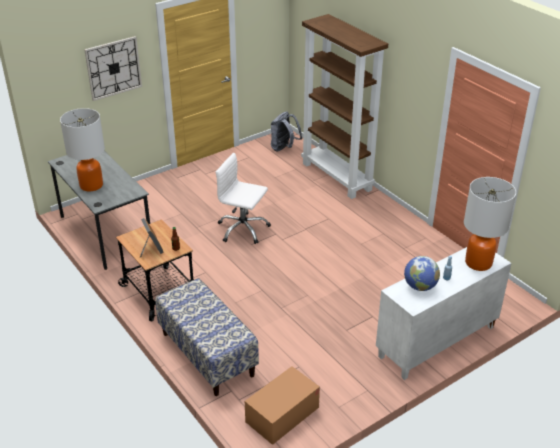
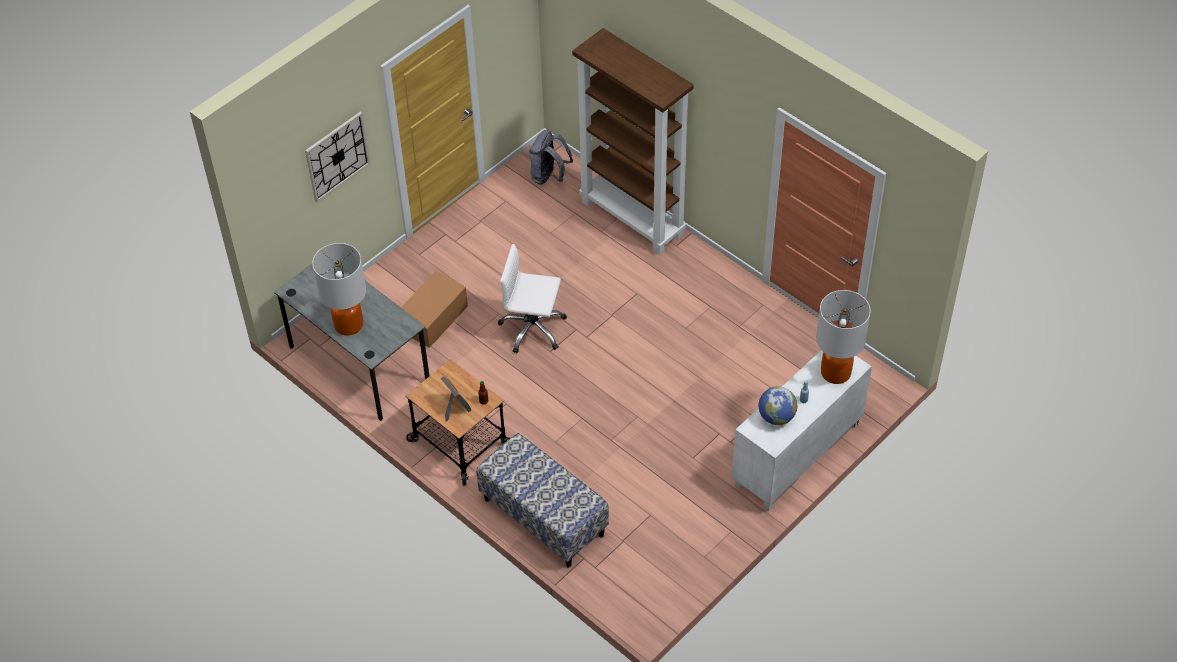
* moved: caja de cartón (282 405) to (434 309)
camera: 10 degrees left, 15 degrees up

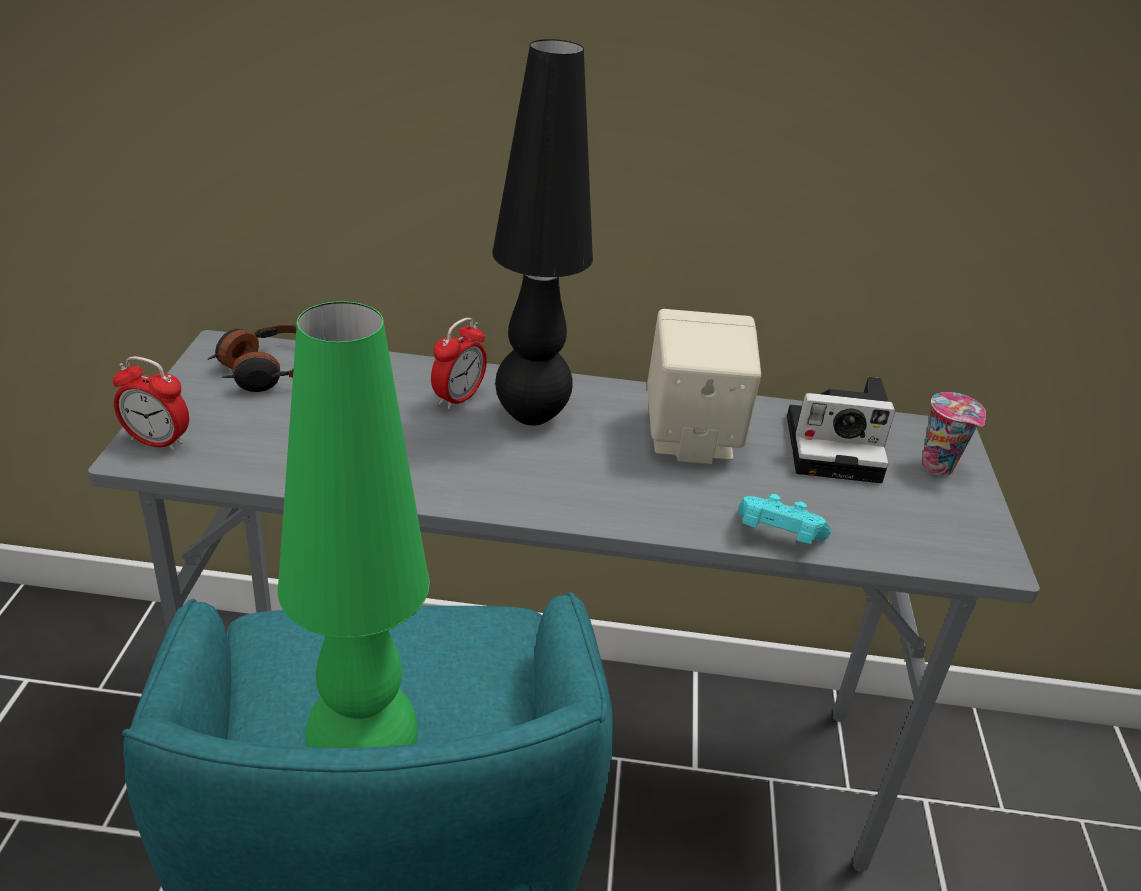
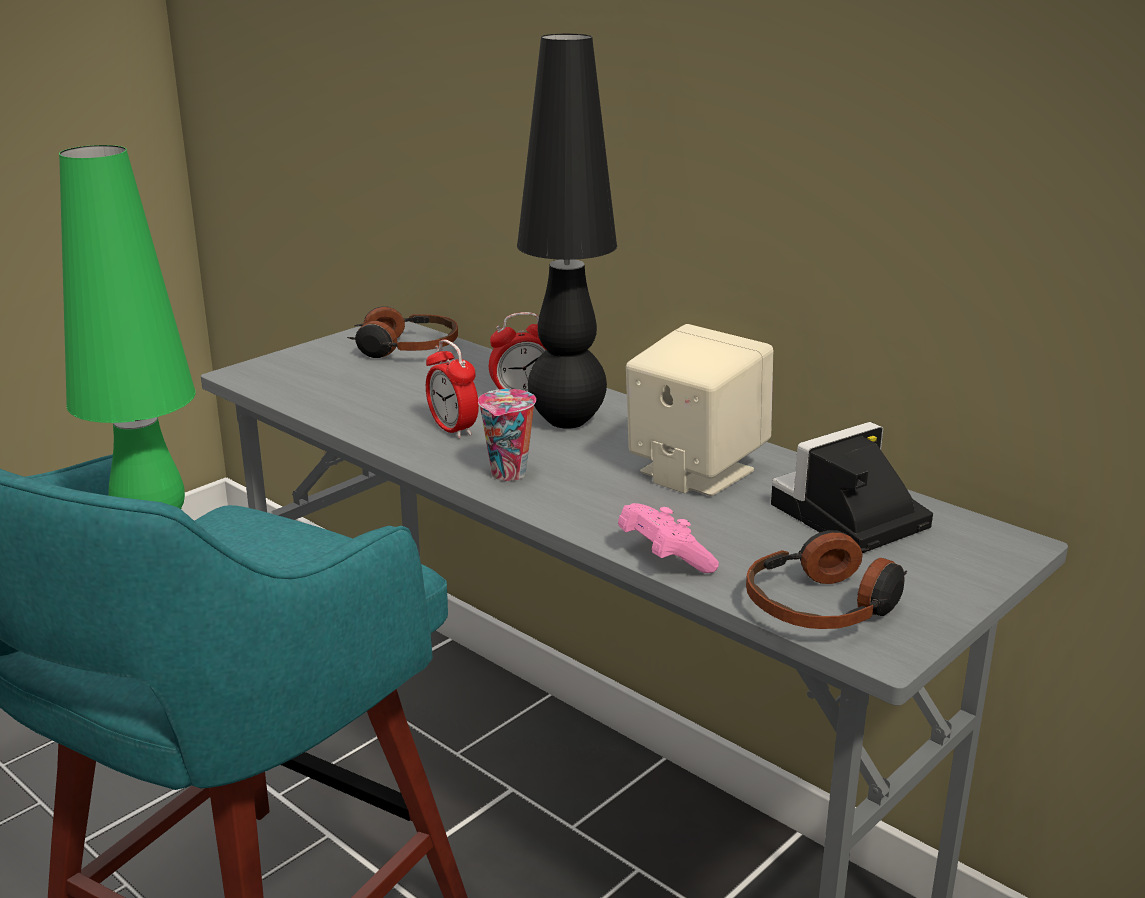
* added: auriculares (826 579)
* moved: despertador (151 403) to (452 389)
* moved: taza (954 434) to (507 435)
* recoloured: mando de consola/turquesa (784 519) to mando de consola/rosa (668 538)
* turned: cámara (841 430) = (852 487) 105 degrees clockwise
camera: 40 degrees right, 10 degrees down

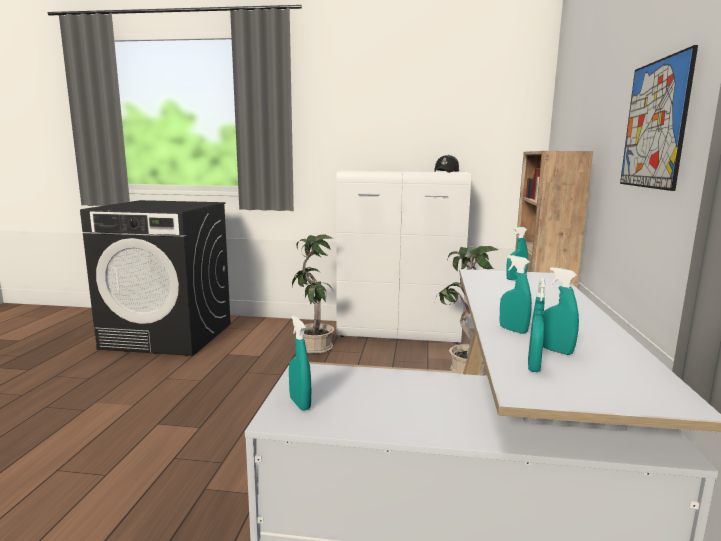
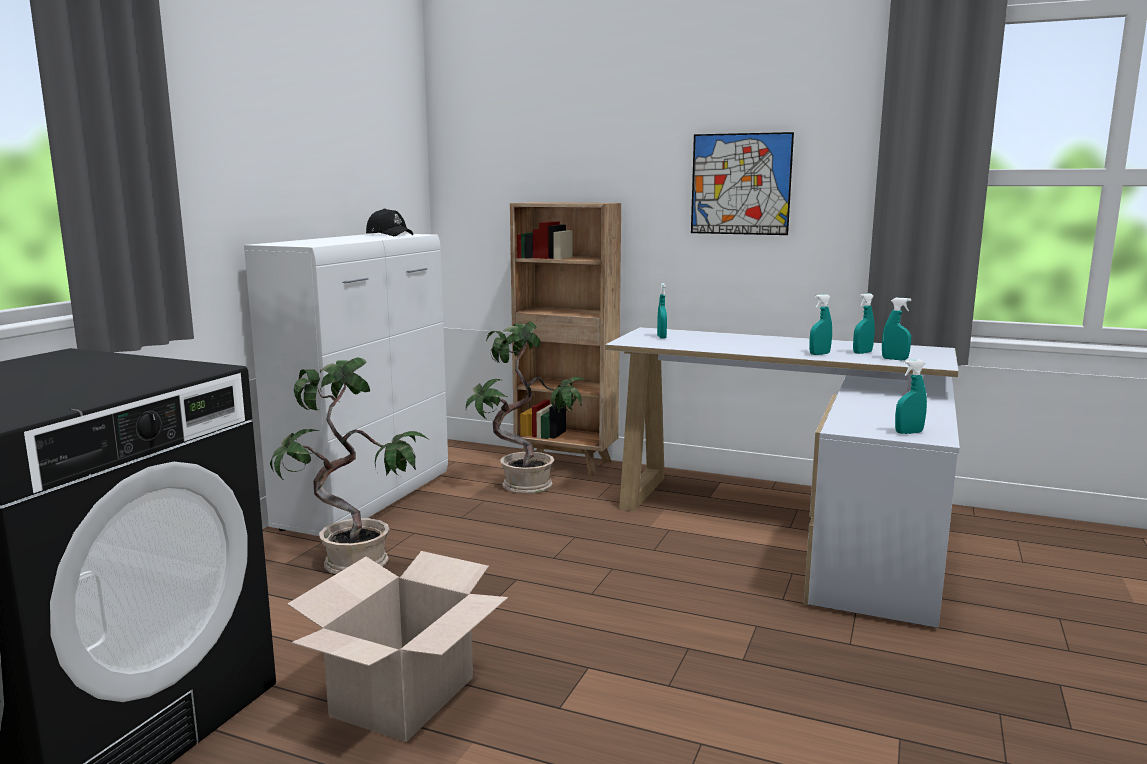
* added: caja de cartón (397 646)
camera: 75 degrees left, 0 degrees up

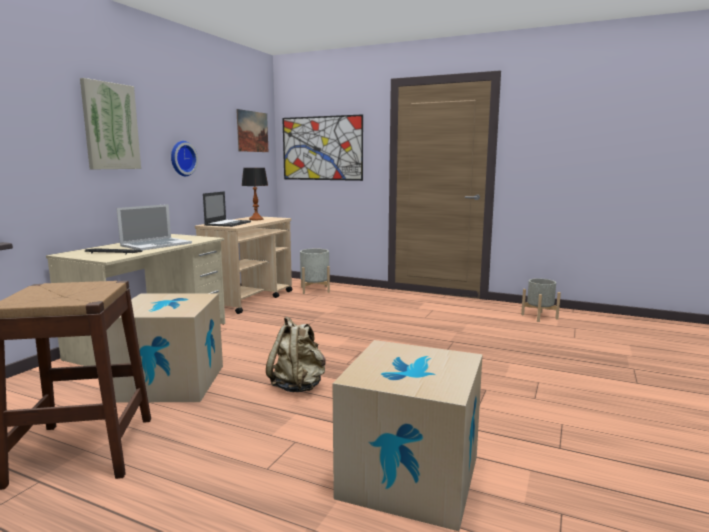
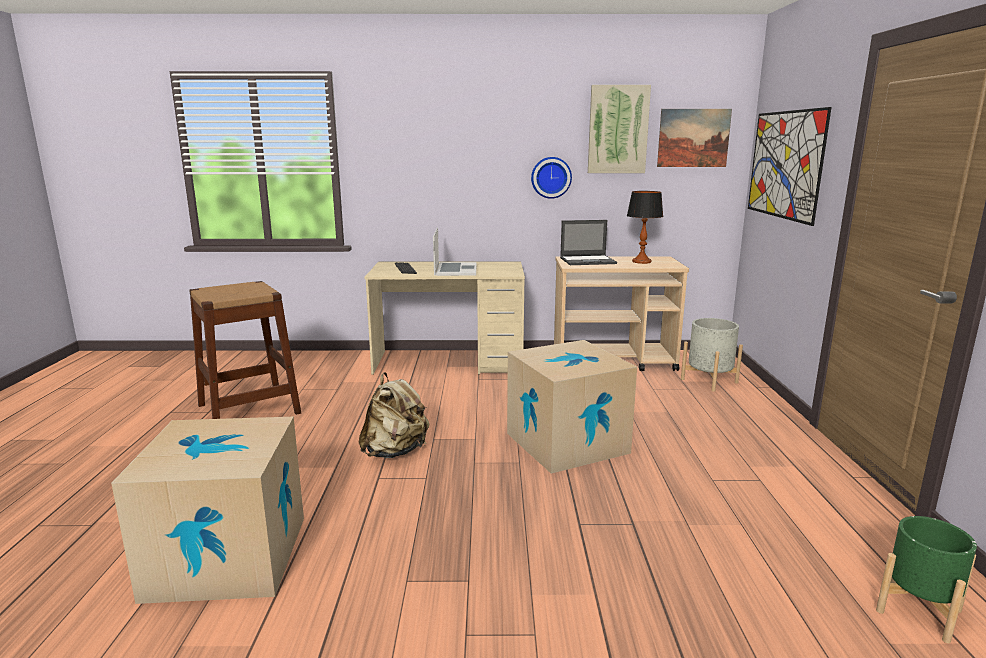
* moved: cuadro (110 123) to (619 129)
* moved: caja de cartón (164 347) to (572 407)
* recoloured: maceta/gris (541 300) to maceta/verde (926 580)
* turned: portátil (154 227) = (454 252) 105 degrees counterclockwise
camera: 65 degrees right, 5 degrees up

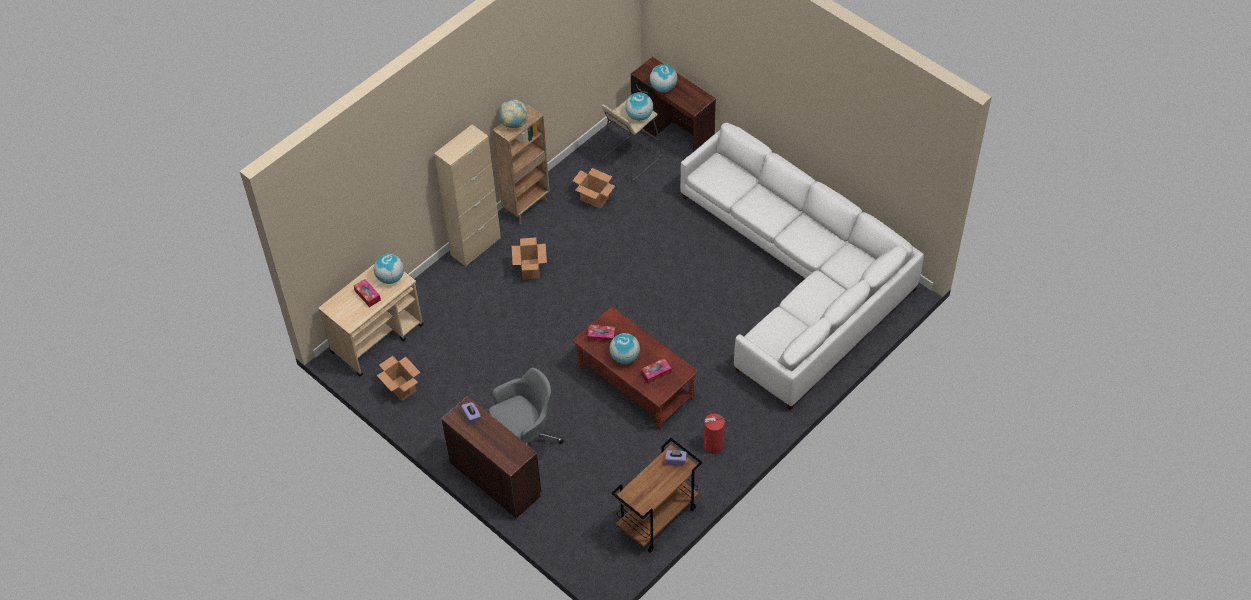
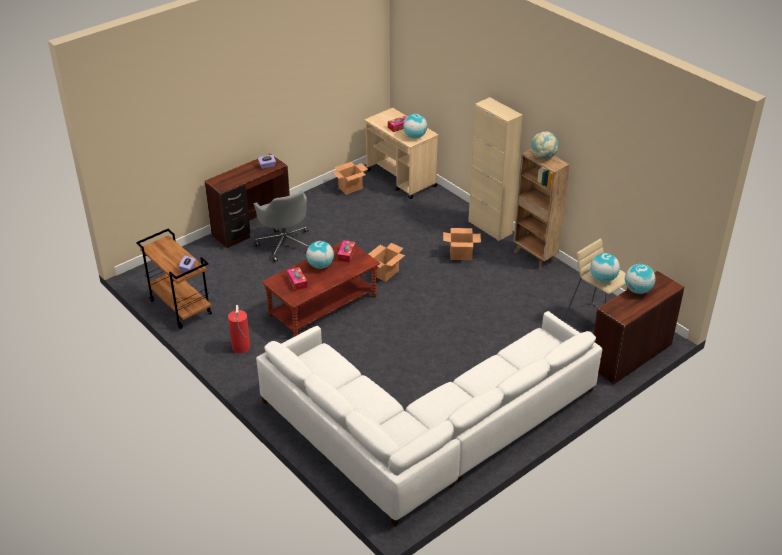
* moved: caja de cartón (593 188) to (387 262)
camera: 95 degrees right, 15 degrees down

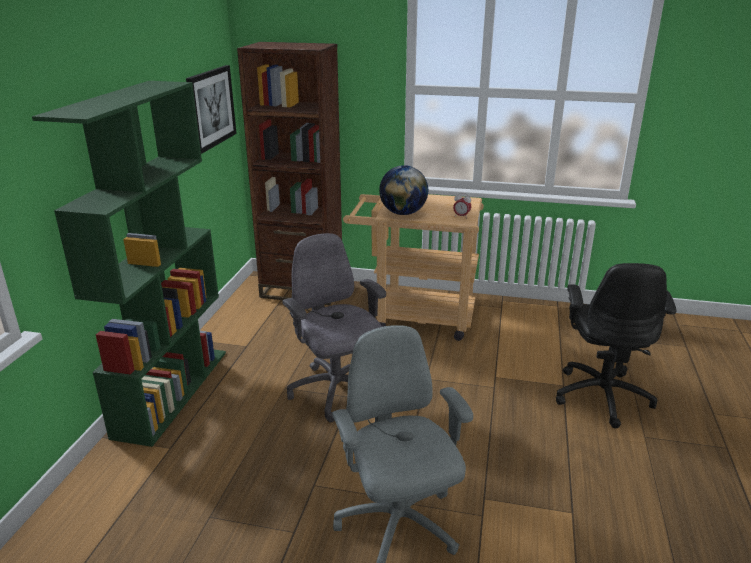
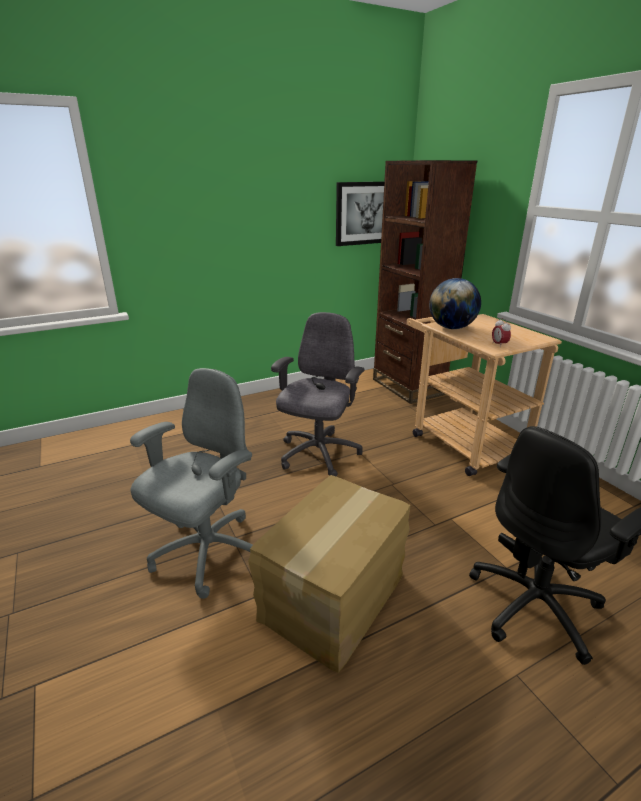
* removed: estantería/verde (129 264)
* added: caja de cartón (329 574)
camera: 50 degrees right, 0 degrees up

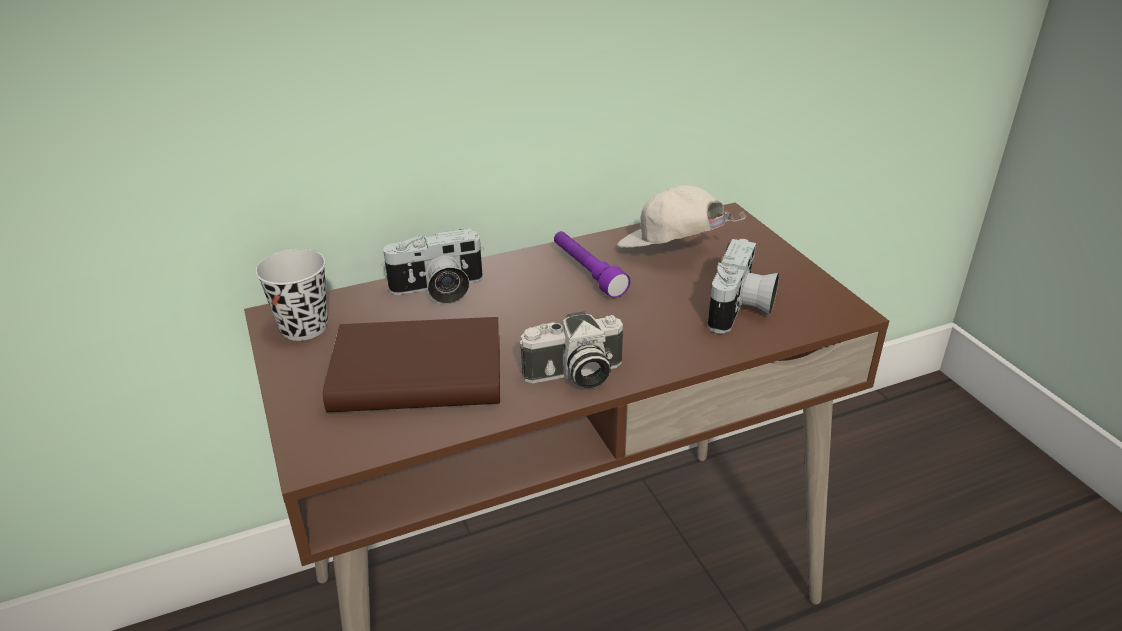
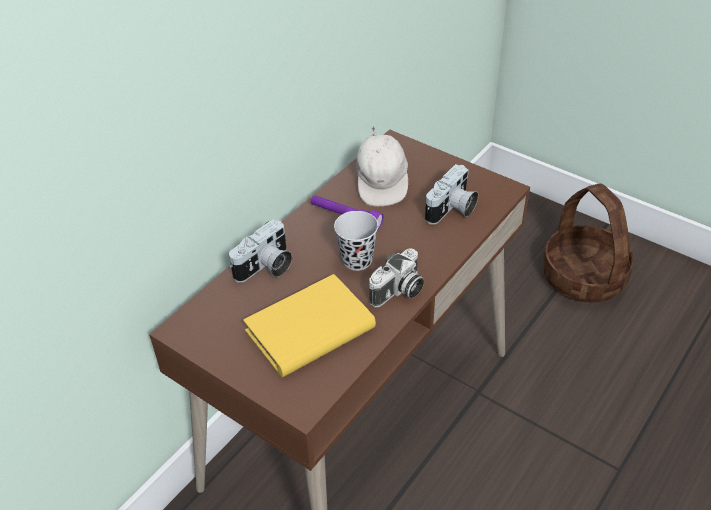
* added: cesta (588 242)
* moved: taza/negro (291 295) to (356 241)
* recoloured: libro/marrón (411 364) to libro/amarillo (309 325)
* turned: gorra/blanco (681 216) = (382 166) 90 degrees counterclockwise
* turned: cámara (743 286) = (451 194) 45 degrees clockwise
camera: 30 degrees left, 10 degrees up

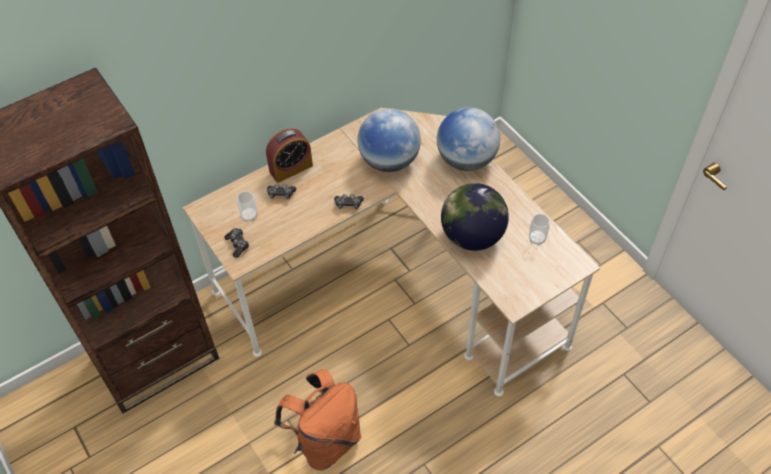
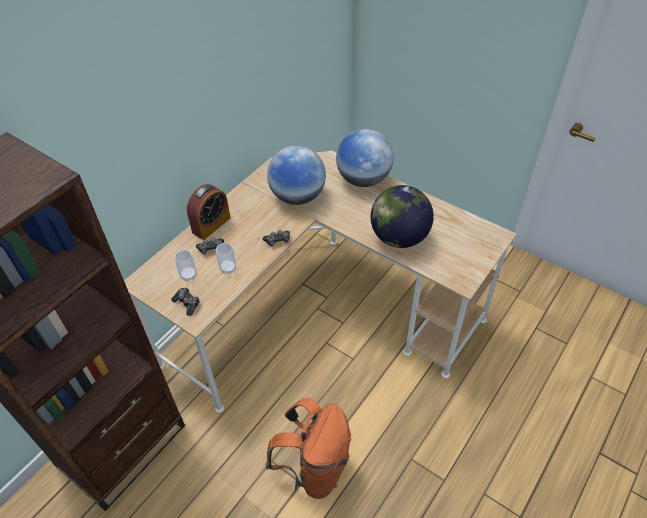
* moved: taza (539 229) to (226 258)
camera: 20 degrees left, 5 degrees down

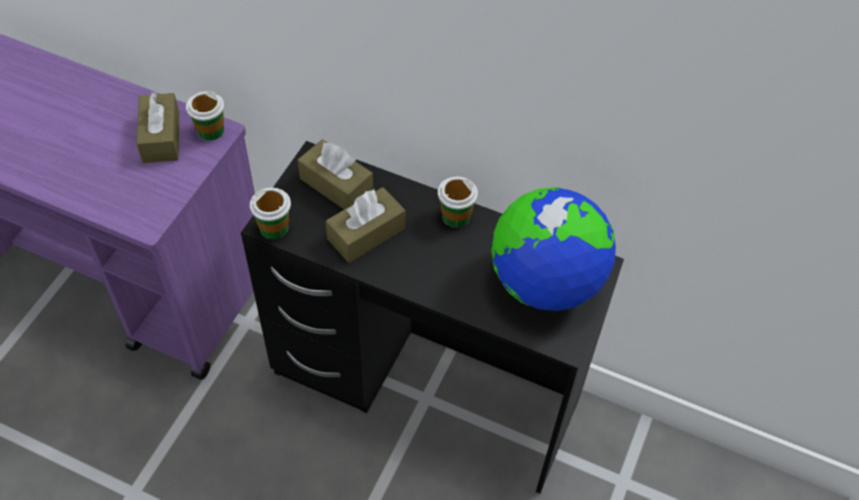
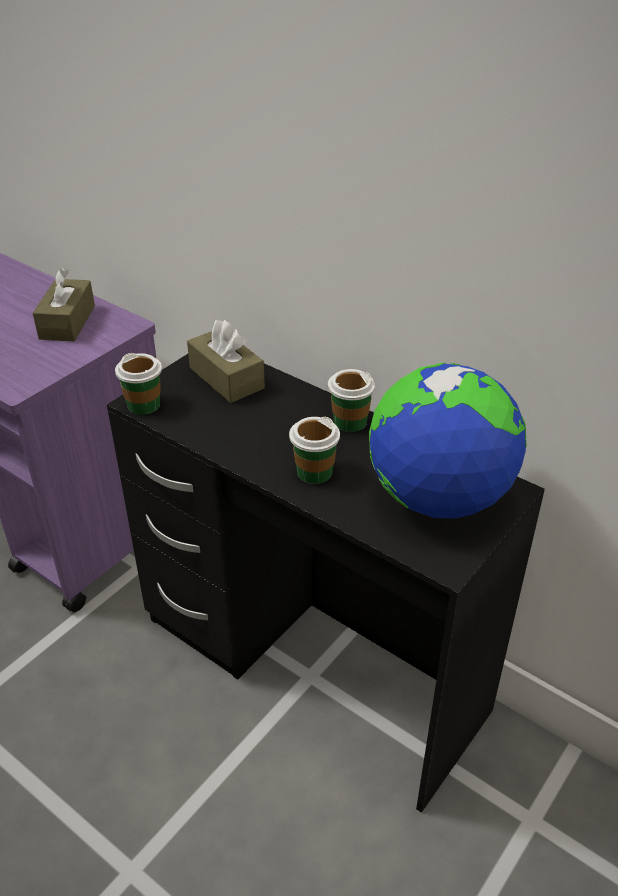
* removed: caja de pañuelos/marrón (365 225)
* moved: taza (205 116) to (314 450)
camera: 15 degrees right, 15 degrees down

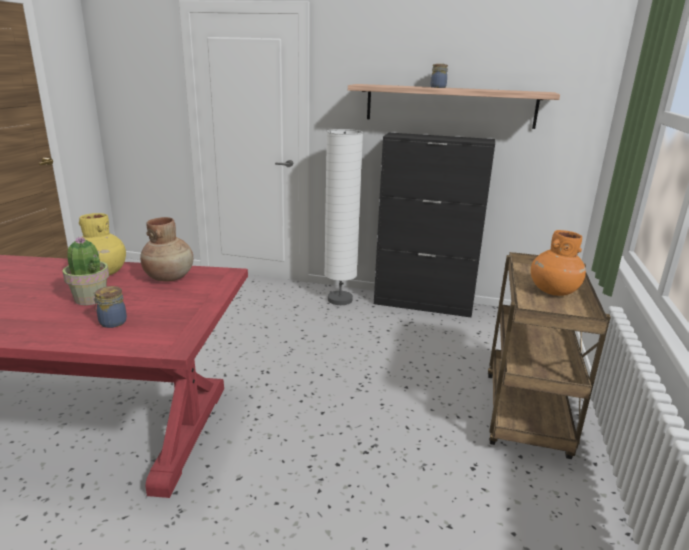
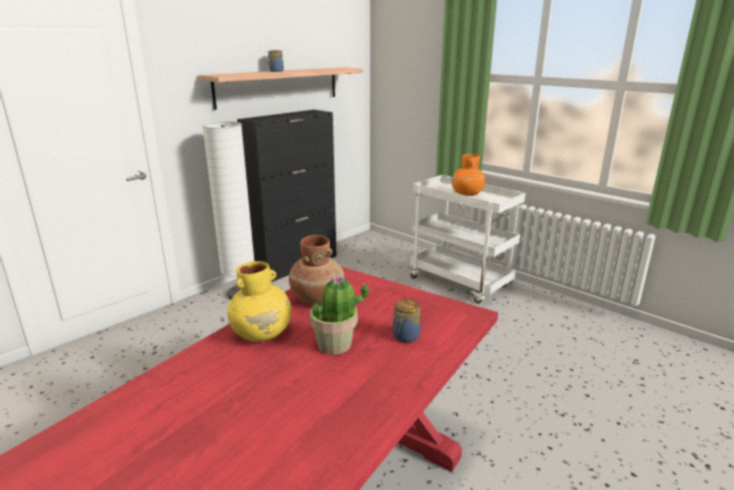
* recoloured: carrito/marrón (549 355) to carrito/blanco (467 239)
camera: 60 degrees left, 0 degrees up

